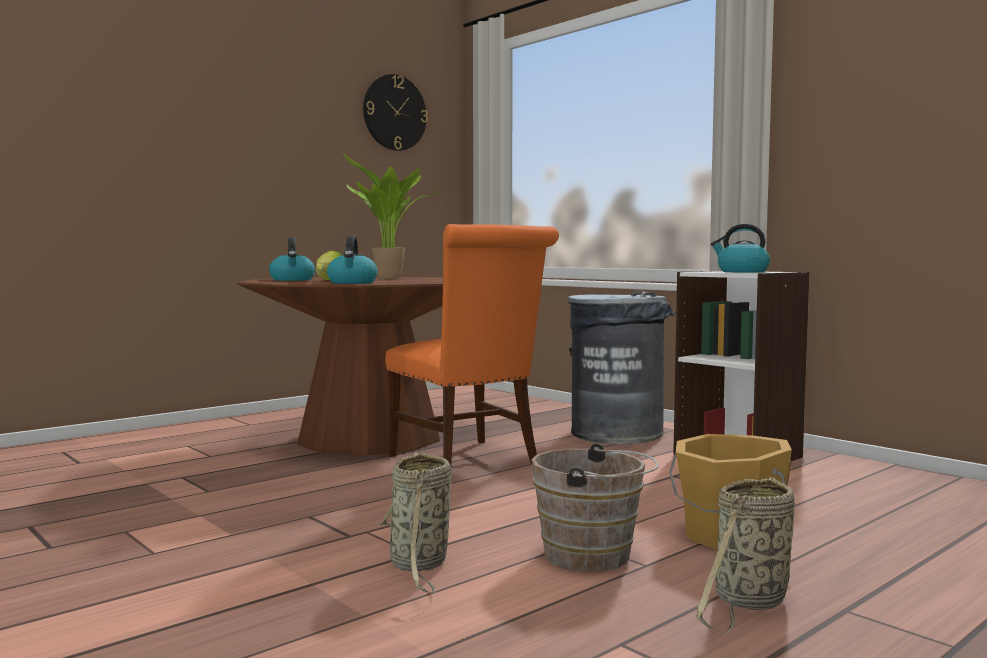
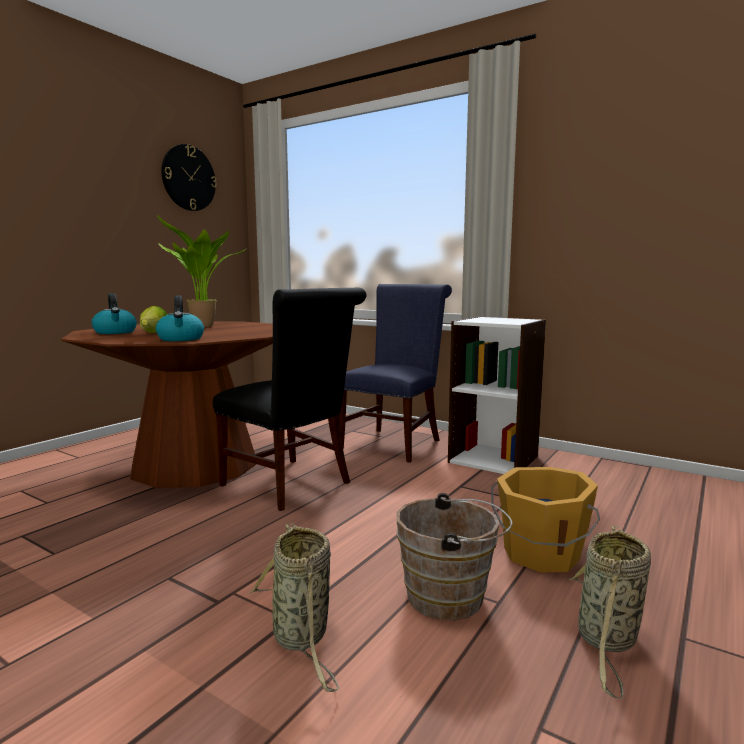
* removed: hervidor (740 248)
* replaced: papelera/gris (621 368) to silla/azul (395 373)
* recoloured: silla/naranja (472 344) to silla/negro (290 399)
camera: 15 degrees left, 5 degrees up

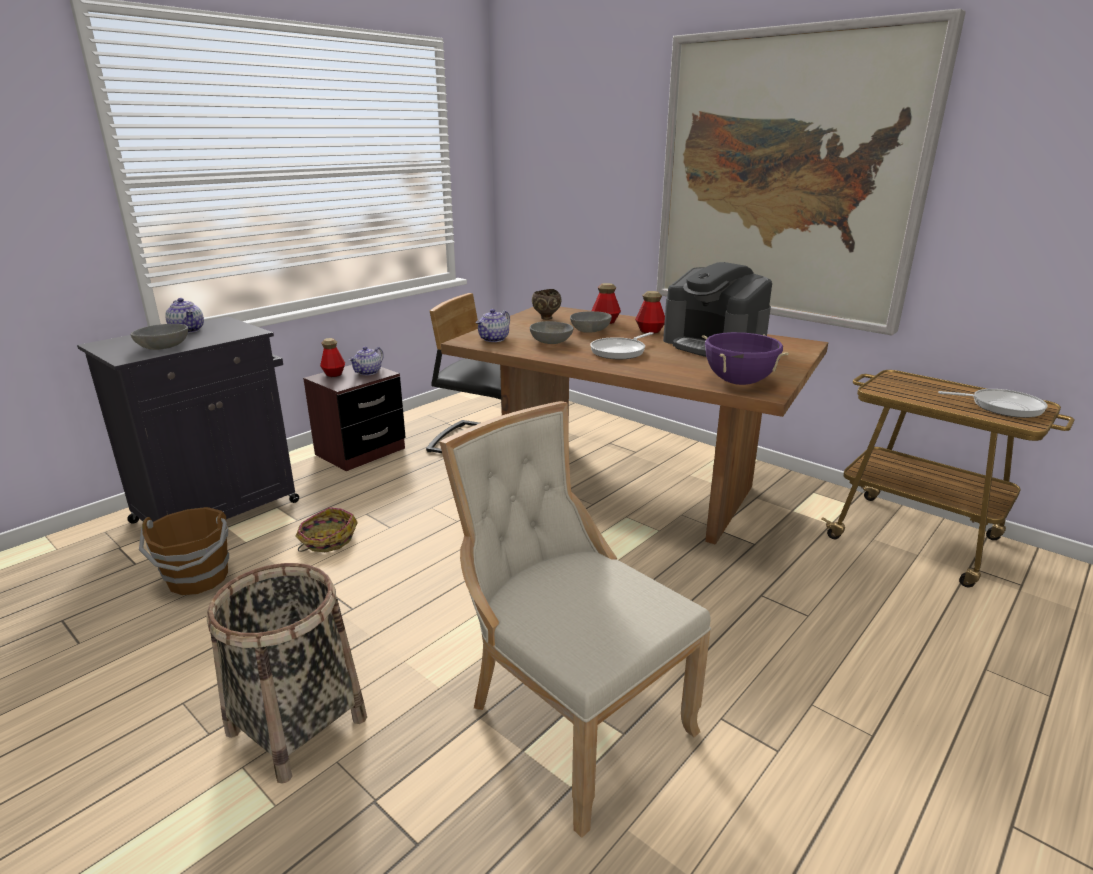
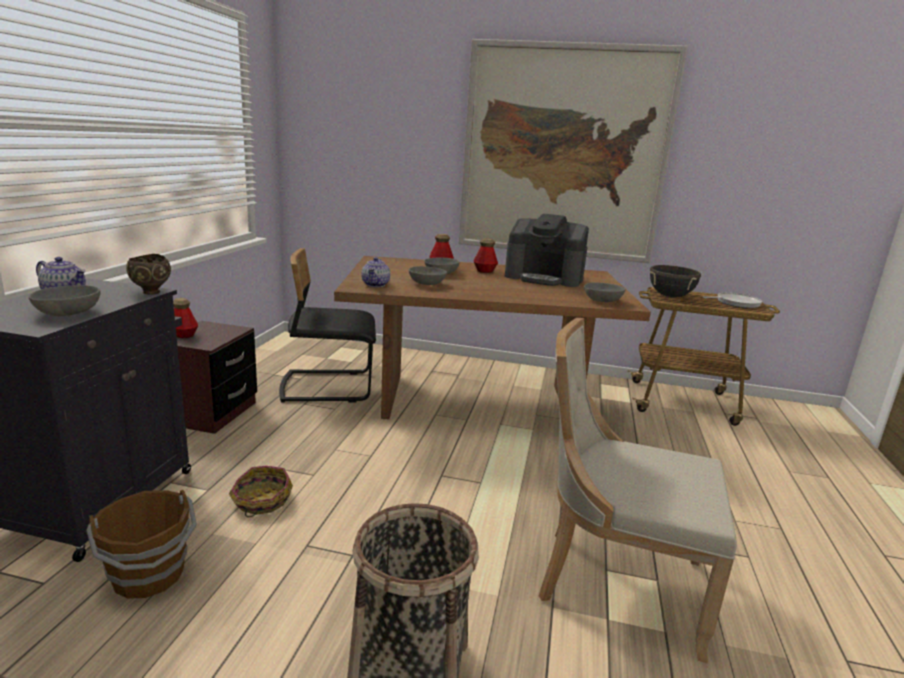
* removed: tetera (366 361)
* removed: sartén (622 345)
* added: olla/negro (675 281)
* moved: cuenco/marrón (546 304) to (148 274)
* replaced: olla/morado (745 358) to cuenco/gris (604 292)
camera: 30 degrees left, 5 degrees down

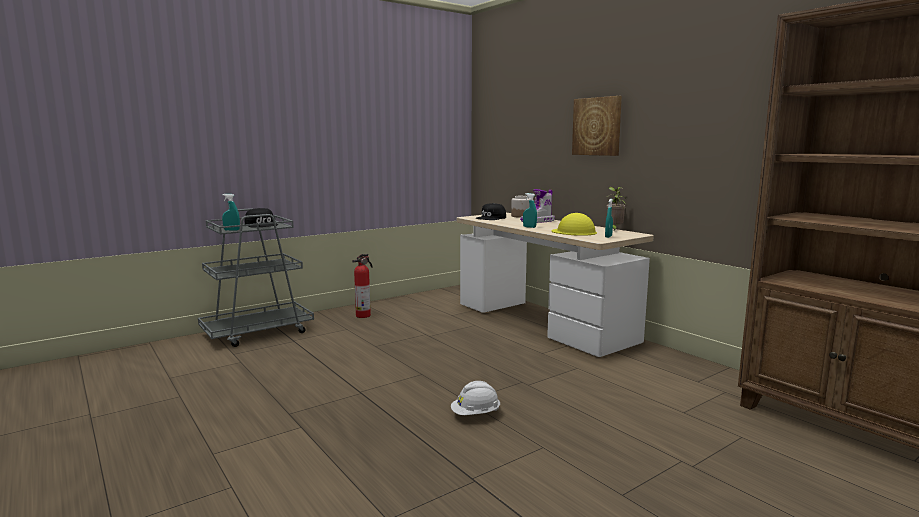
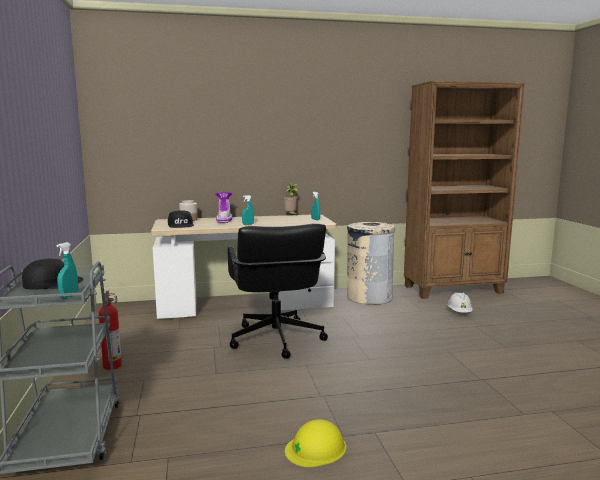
* removed: cuadro (597 126)
* added: silla de oficina/negro (278 291)
* added: papelera/beis (371 263)
* moved: casco/blanco (475 398) to (460 302)
* moved: casco/amarillo (574 224) to (315 443)
camera: 65 degrees left, 0 degrees up

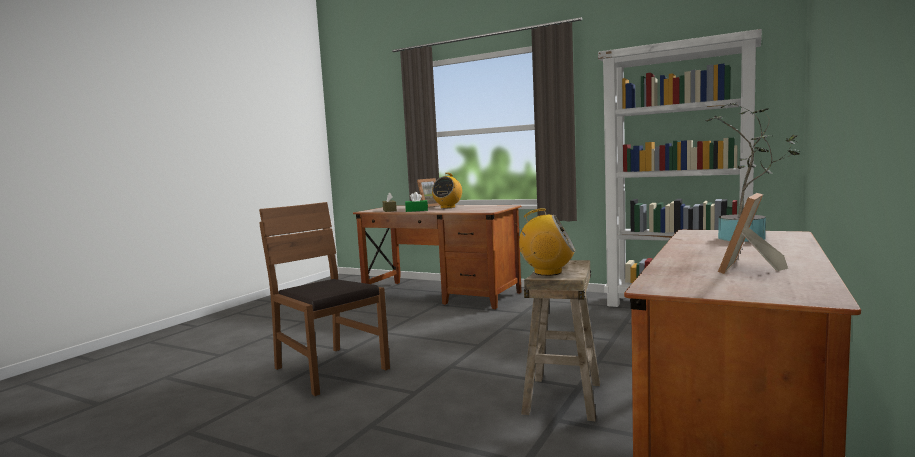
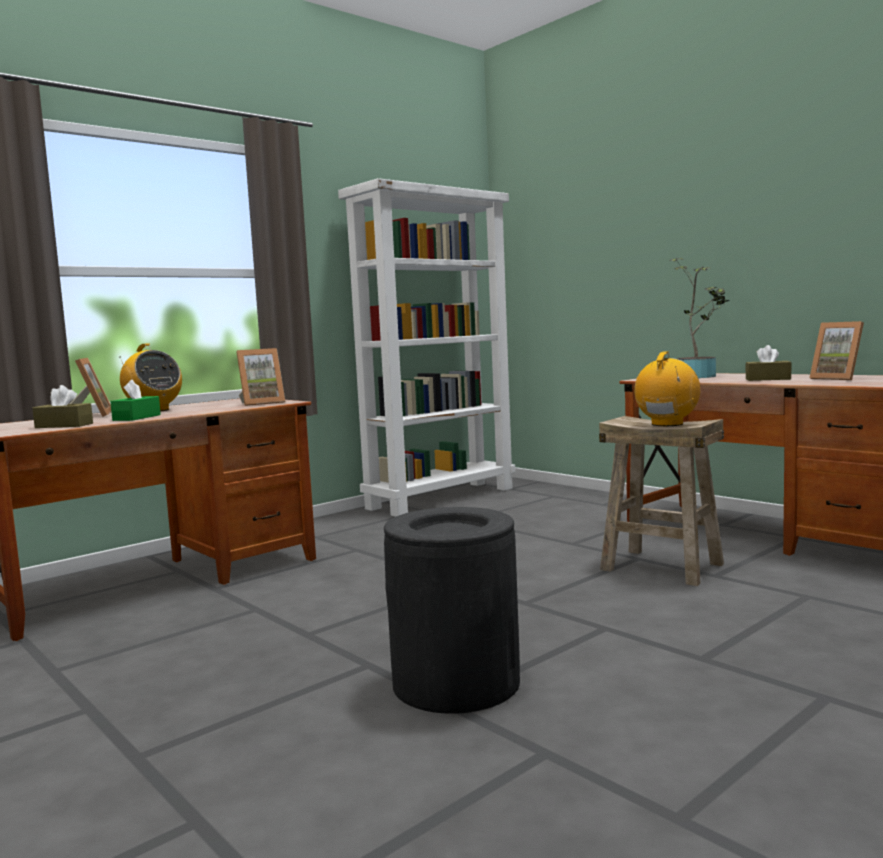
* added: portarretratos (261 377)
* added: caja de pañuelos/marrón (768 363)
* replaced: silla/marrón (324 299) to papelera/negro (452 610)
camera: 70 degrees left, 0 degrees up

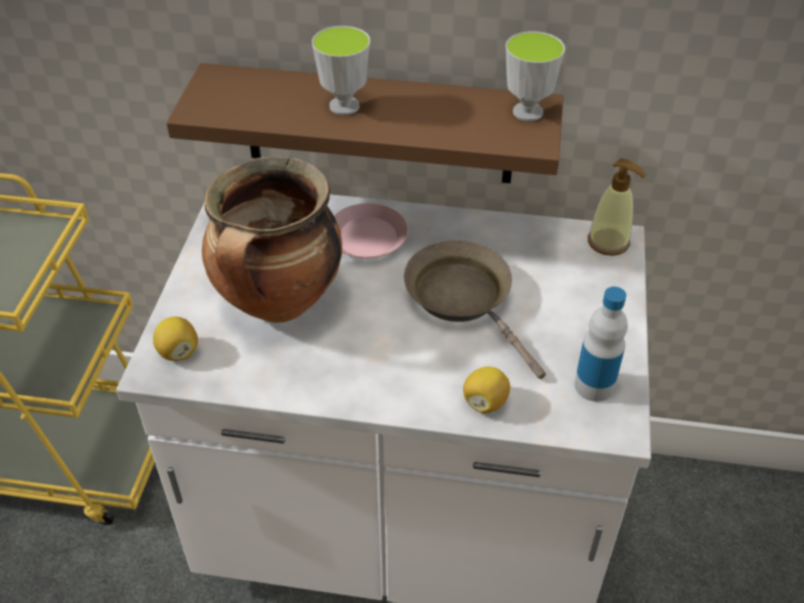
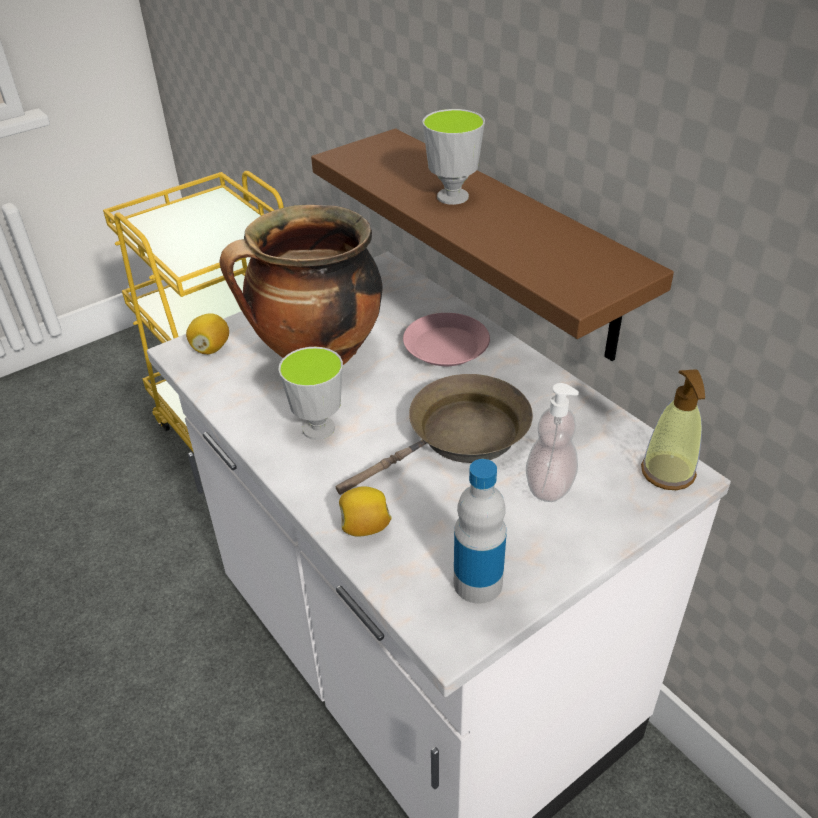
* added: dispensador de jabón (552 442)
* moved: taza (535 76) to (311 393)
* turned: sartén/marrón (475 309) = (434 434) 45 degrees clockwise
camera: 45 degrees right, 5 degrees down

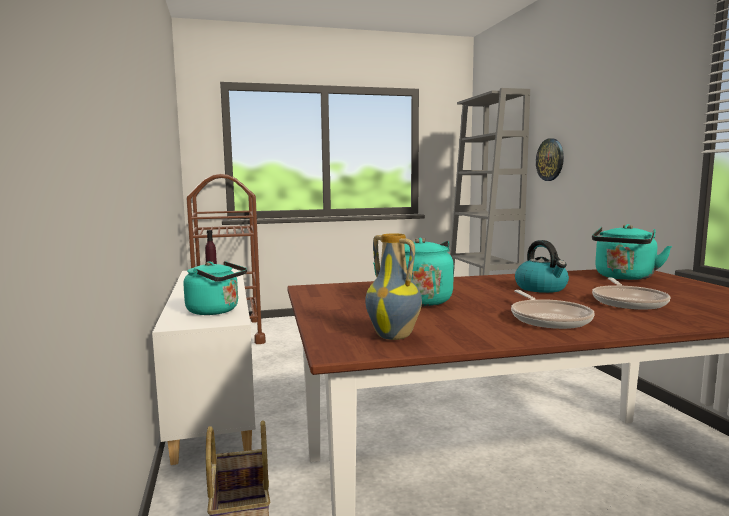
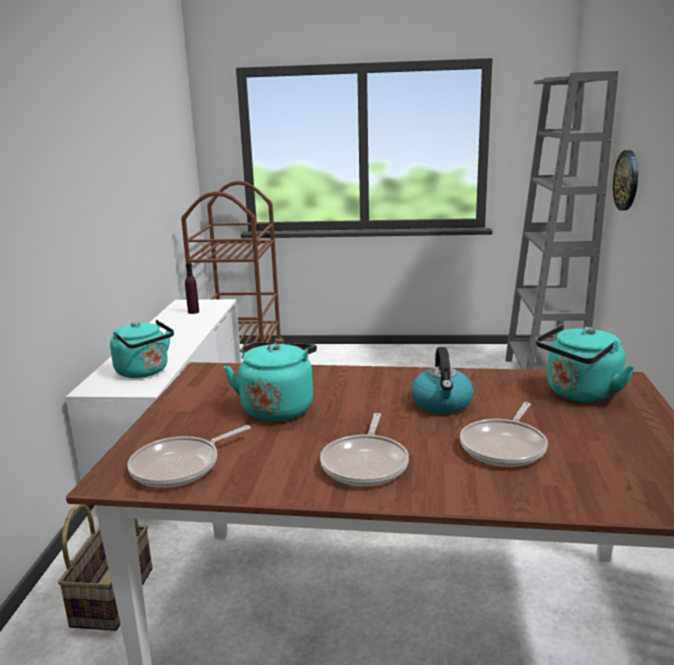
* replaced: florero (393 287) to sartén (189 456)
camera: 20 degrees right, 10 degrees up

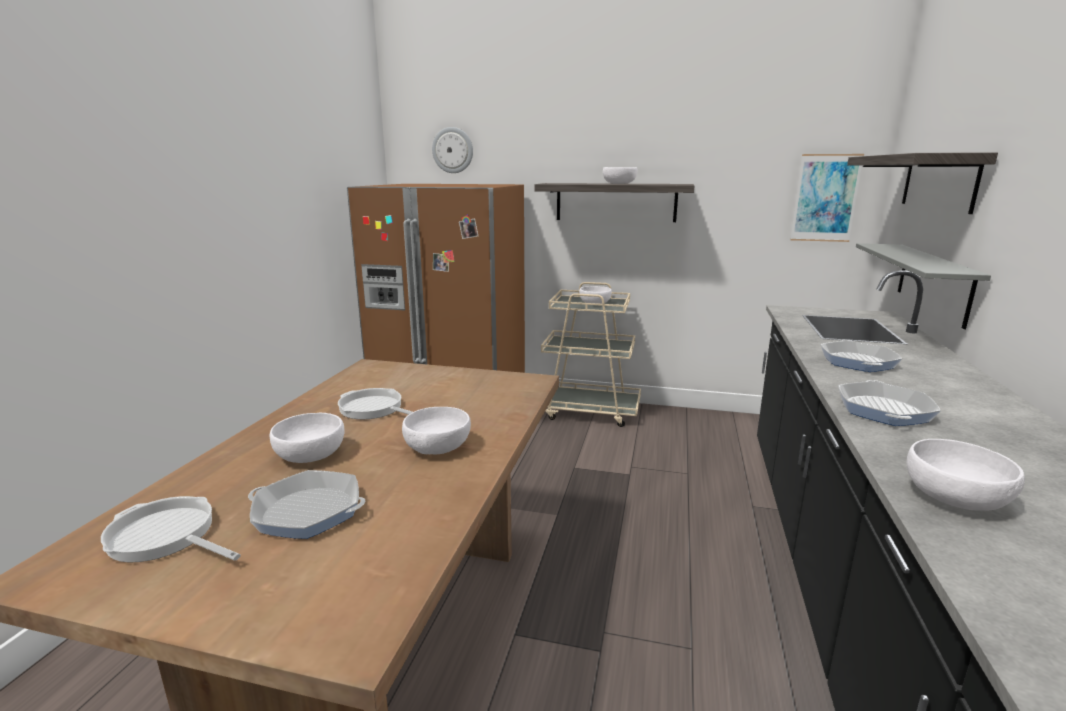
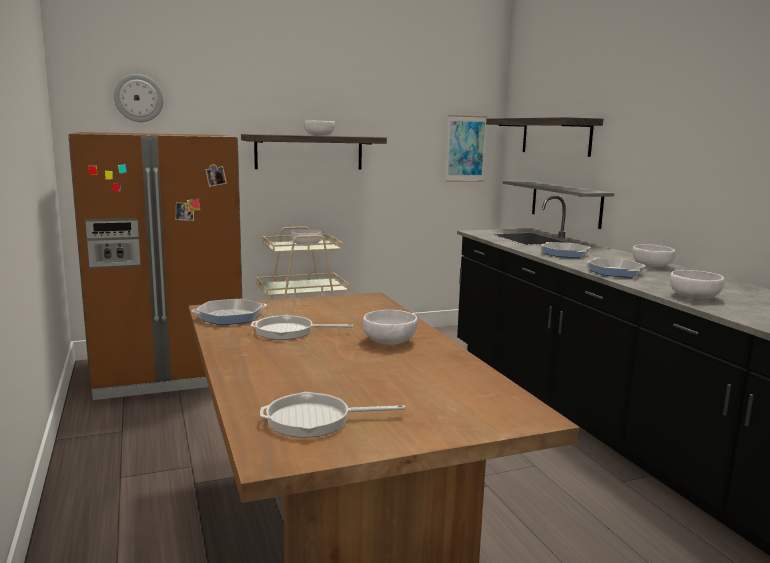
* moved: sartén (307 504) to (229 312)
* moved: cuenco/blanco (306 438) to (653 256)
camera: 35 degrees left, 5 degrees down

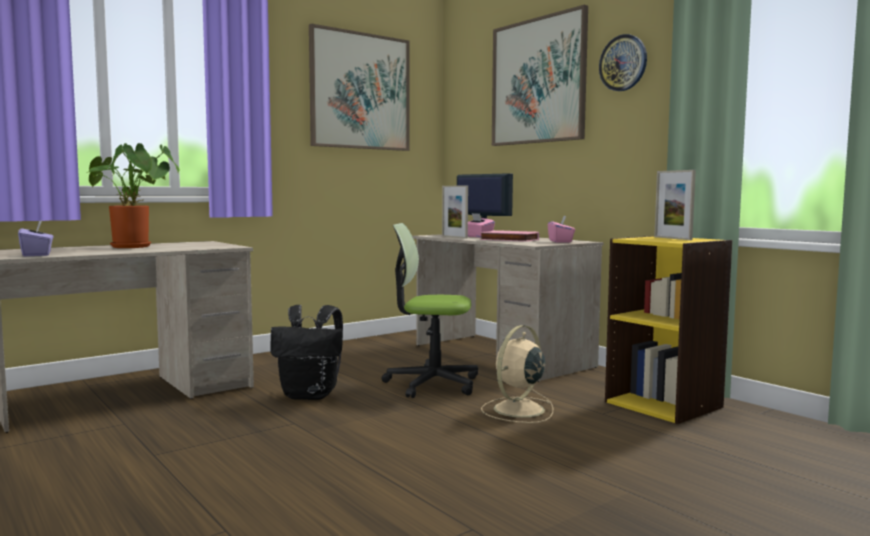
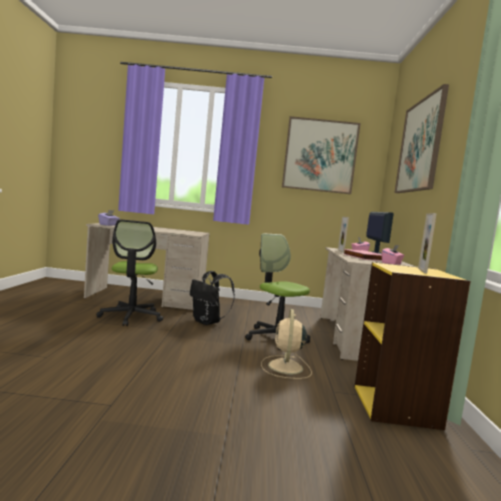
* removed: planta en maceta (134 195)
* removed: reloj de pared (623 62)
* added: silla de oficina (129 272)
* turned: ventilador/beis (517 374) = (286 344) 75 degrees counterclockwise
camera: 40 degrees right, 0 degrees up

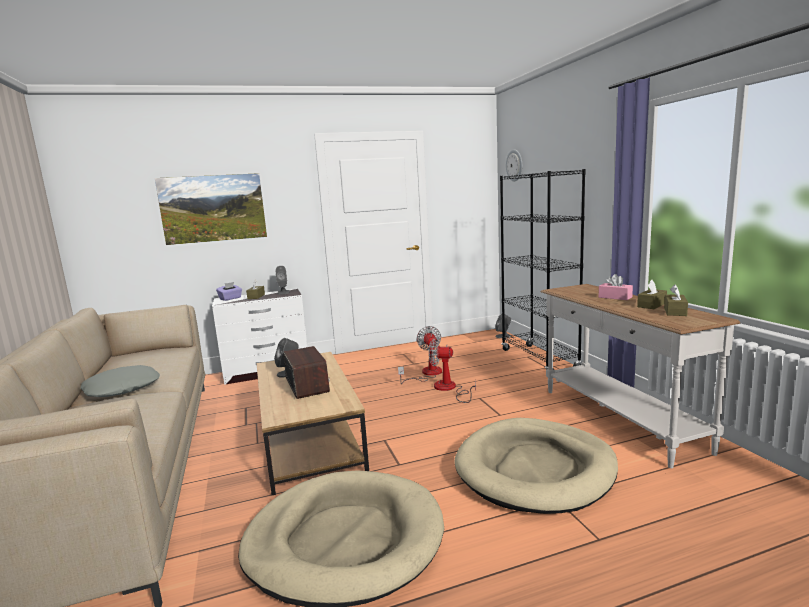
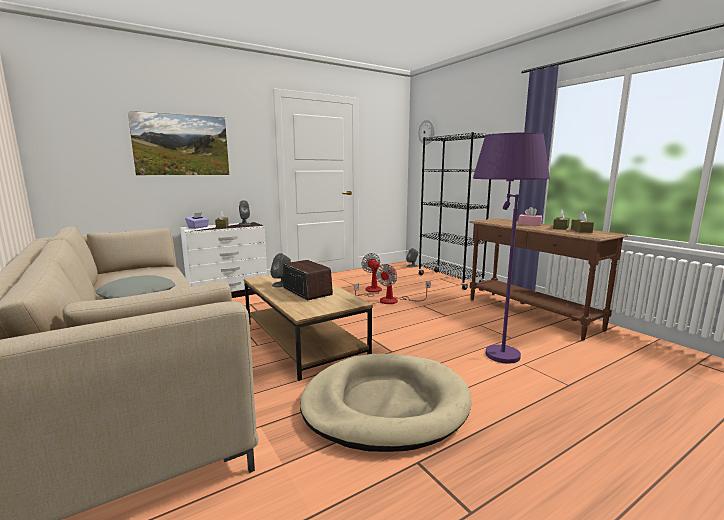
* replaced: cama para perro/beis (536 466) to lámpara de pie/morado (511 248)
* recoloured: mesa consola/blanco (640 376) to mesa consola/marrón (548 279)
* turned: ventilador (452 371) = (403 284) 60 degrees counterclockwise
camera: 15 degrees left, 0 degrees up

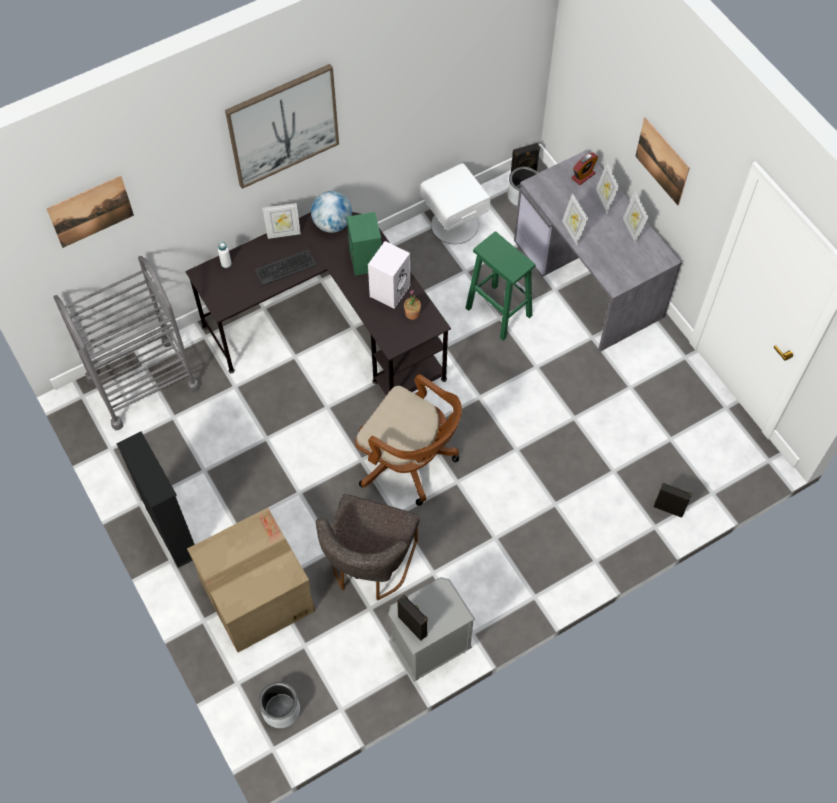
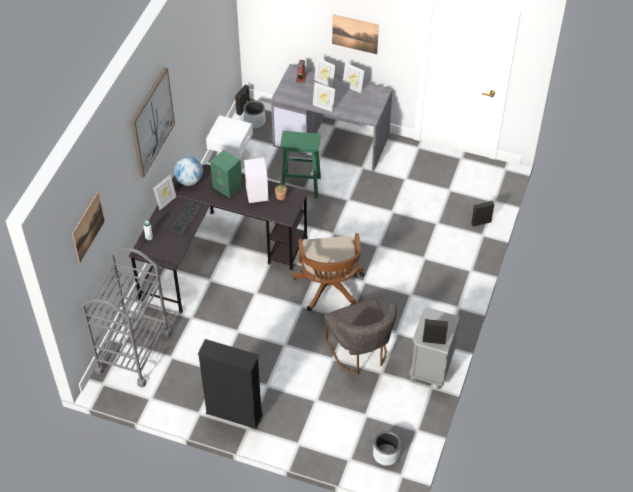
* removed: caja de cartón (251 580)
* turned: silla de oficina/marrón (408 440) = (328 272) 90 degrees clockwise
camera: 40 degrees left, 10 degrees down

